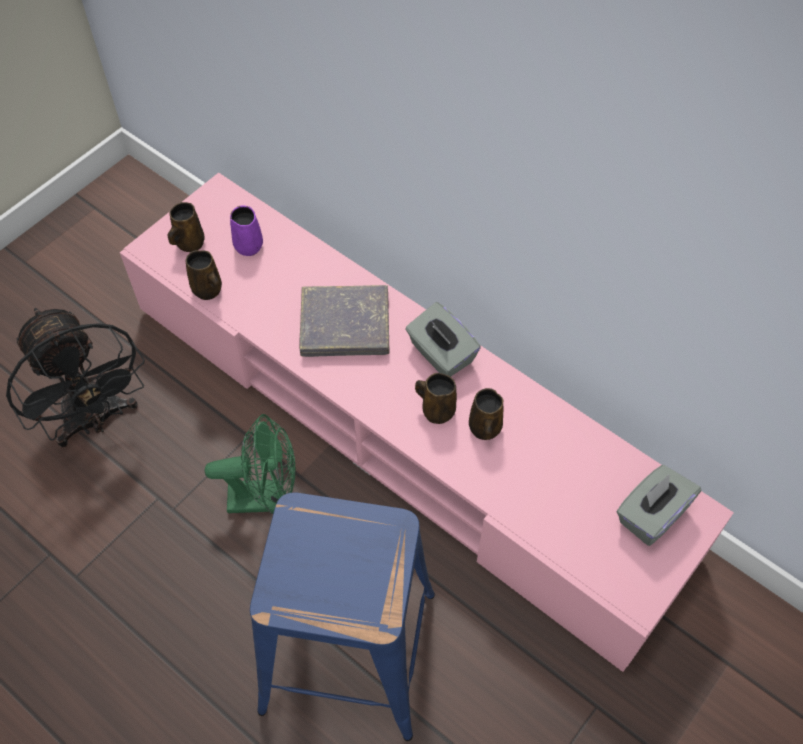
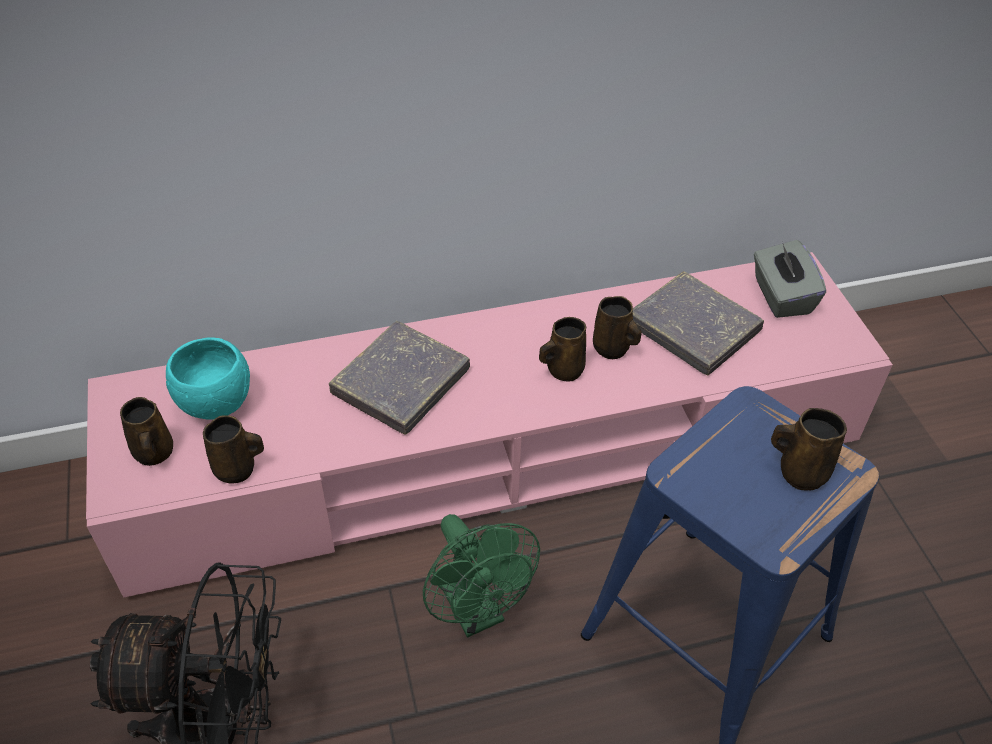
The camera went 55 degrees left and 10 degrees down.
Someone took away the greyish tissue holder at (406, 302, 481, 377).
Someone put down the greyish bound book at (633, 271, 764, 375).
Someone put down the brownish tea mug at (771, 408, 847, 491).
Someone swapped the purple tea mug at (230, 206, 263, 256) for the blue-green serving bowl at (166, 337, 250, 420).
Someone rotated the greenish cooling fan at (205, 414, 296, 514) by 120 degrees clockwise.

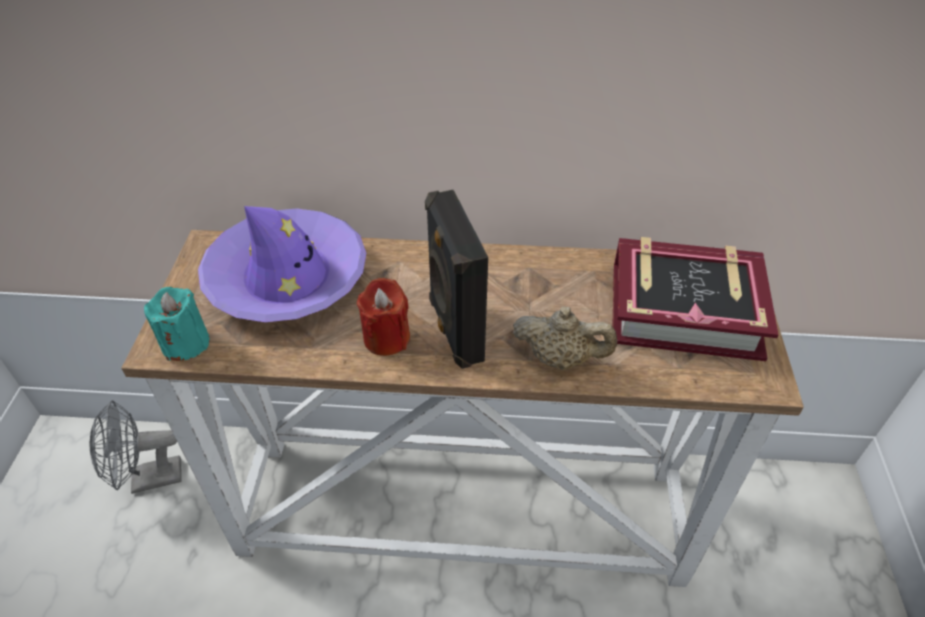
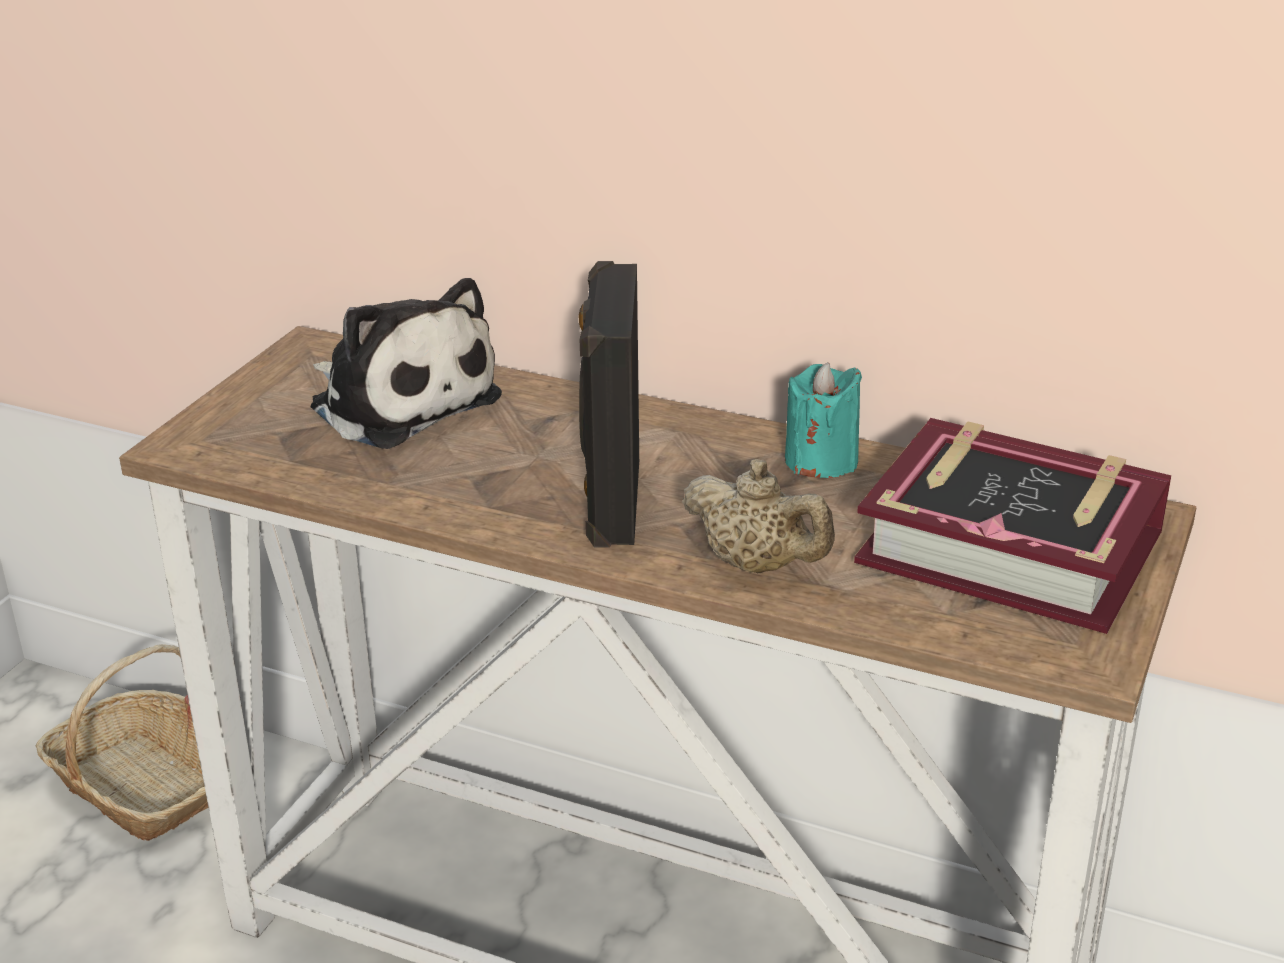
The camera went 20 degrees right and 15 degrees down.
Someone took away the red-coloured candle at (357, 278, 410, 356).
Someone carried the blue-green candle from (144, 287, 210, 361) to (785, 362, 862, 478).
Someone swapped the greyish cooling fan at (90, 401, 182, 494) for the basket at (36, 644, 208, 841).
Someone swapped the purple clothing hat at (198, 206, 366, 322) for the cuddly toy at (310, 278, 502, 449).

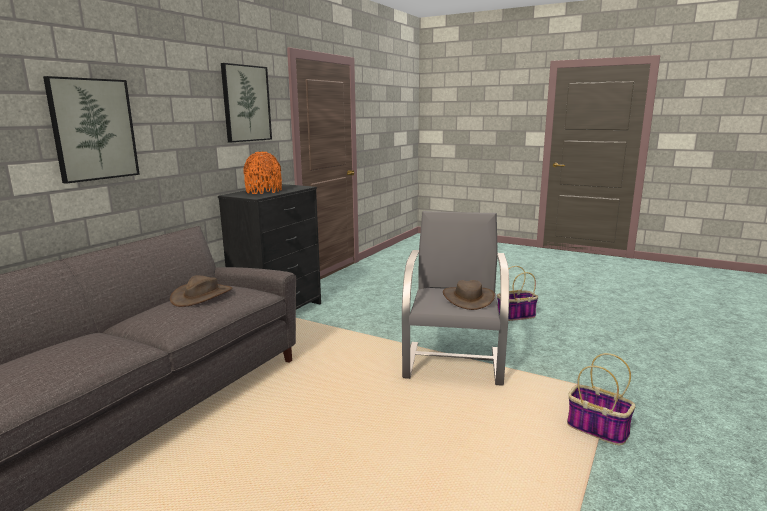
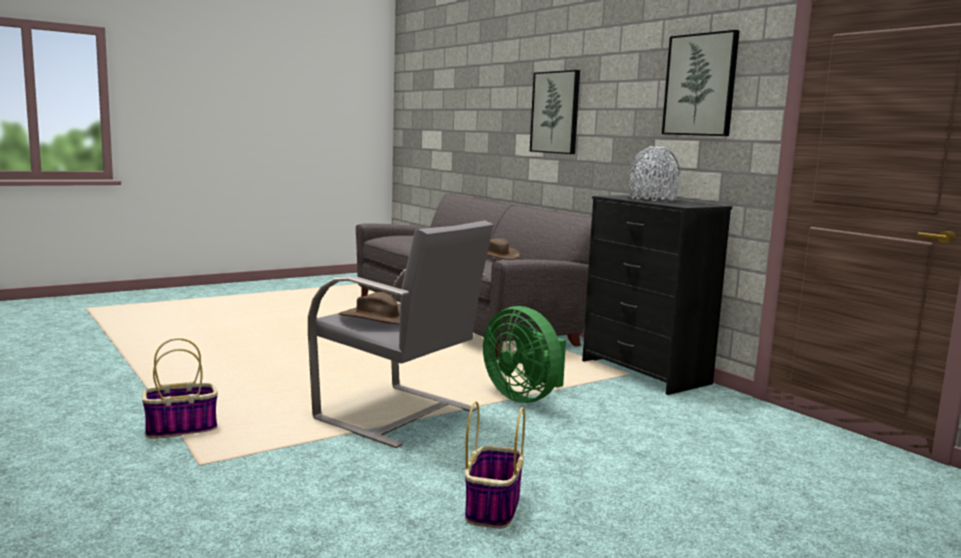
The camera went 115 degrees right and 5 degrees down.
Someone put down the greenish cooling fan at (483, 306, 566, 403).
Someone repainted the orangey vase at (243, 152, 282, 194), which became the greyish vase at (629, 147, 680, 201).

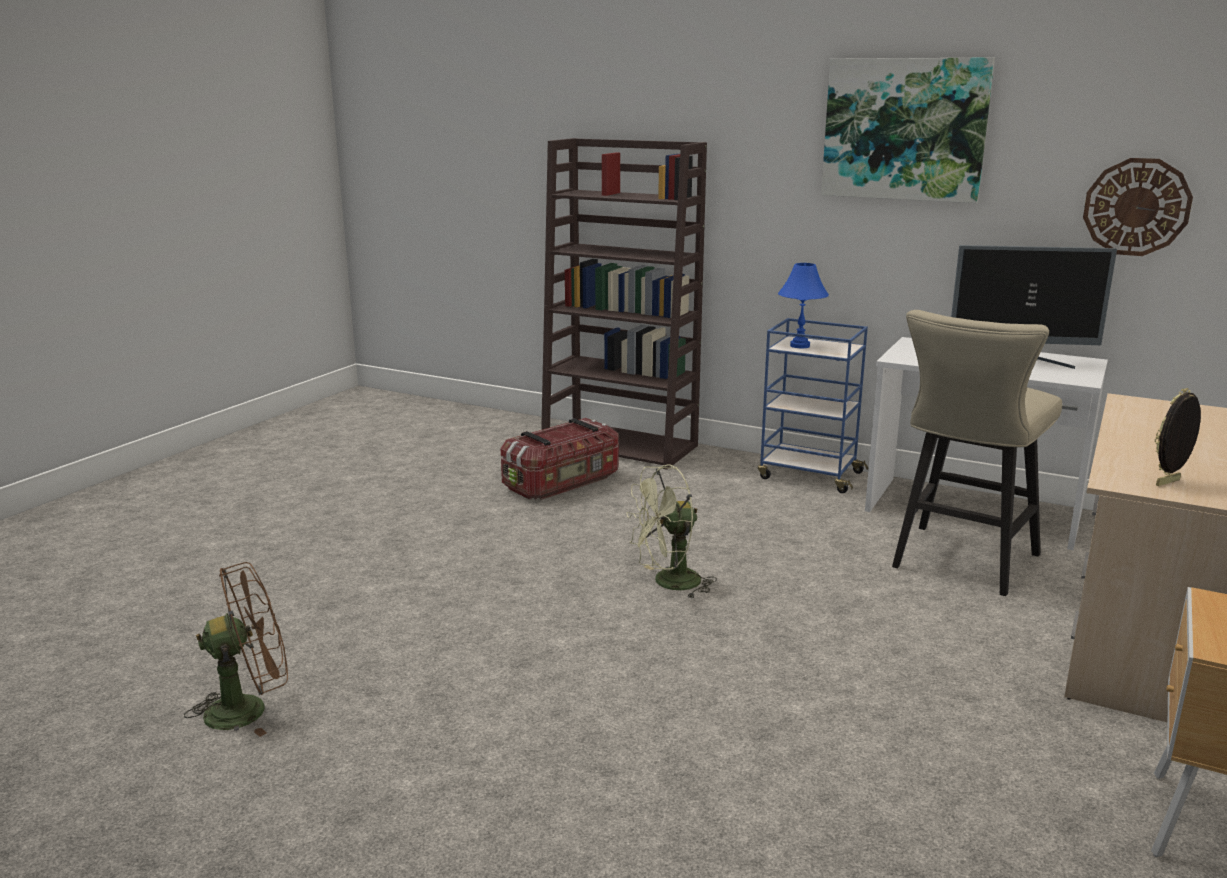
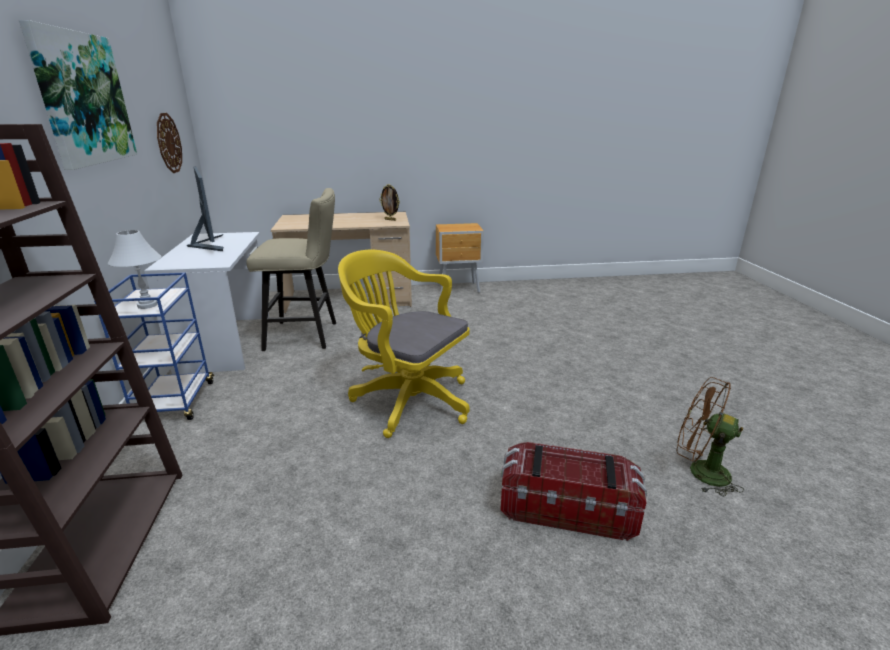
The camera went 125 degrees left and 5 degrees up.
Someone carried the storage container from (501, 418, 619, 500) to (501, 442, 647, 541).
Someone swapped the greenish cooling fan at (627, 465, 717, 599) for the yellowish office chair at (338, 250, 470, 438).
Someone repainted the blue-coloured tabletop lamp at (778, 263, 829, 348), which became the whitish tabletop lamp at (108, 230, 161, 309).

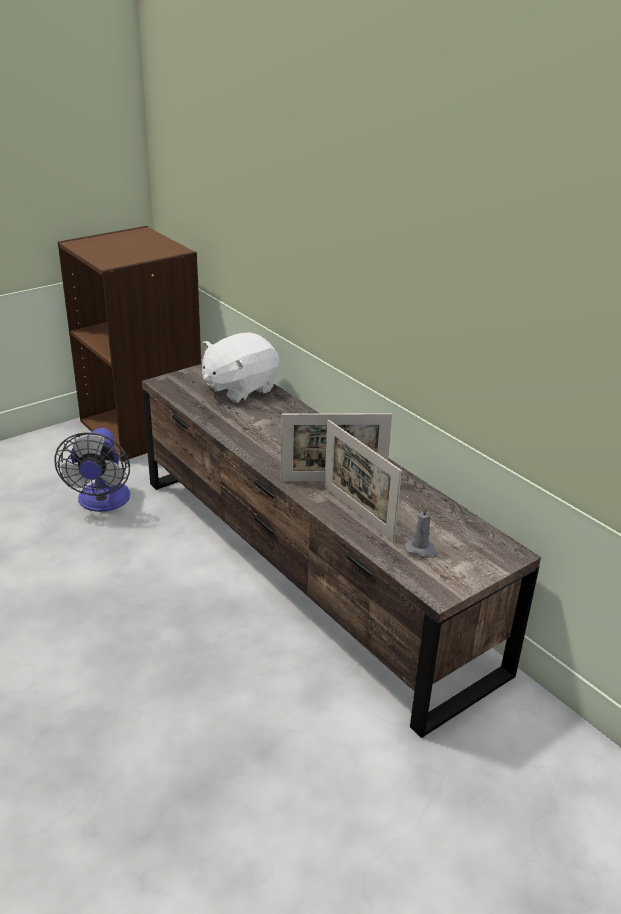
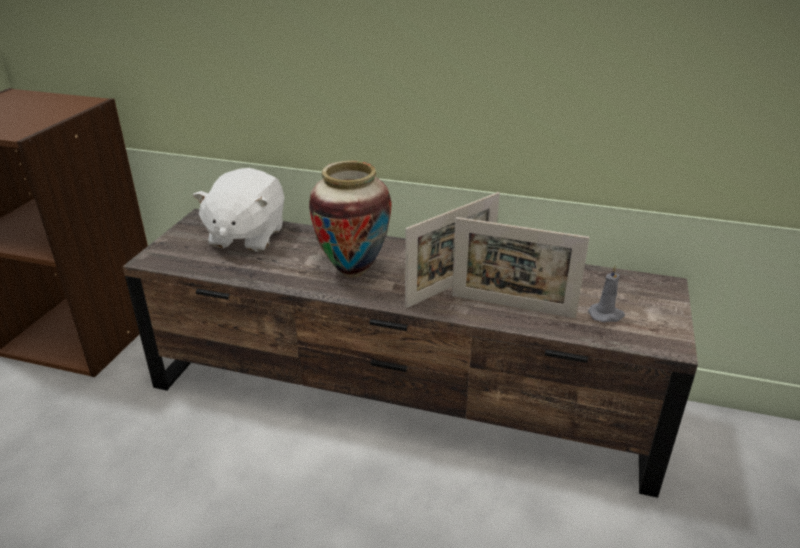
The camera went 35 degrees left and 0 degrees up.
Someone took away the cooling fan at (54, 428, 130, 512).
Someone put down the vase at (309, 161, 392, 278).

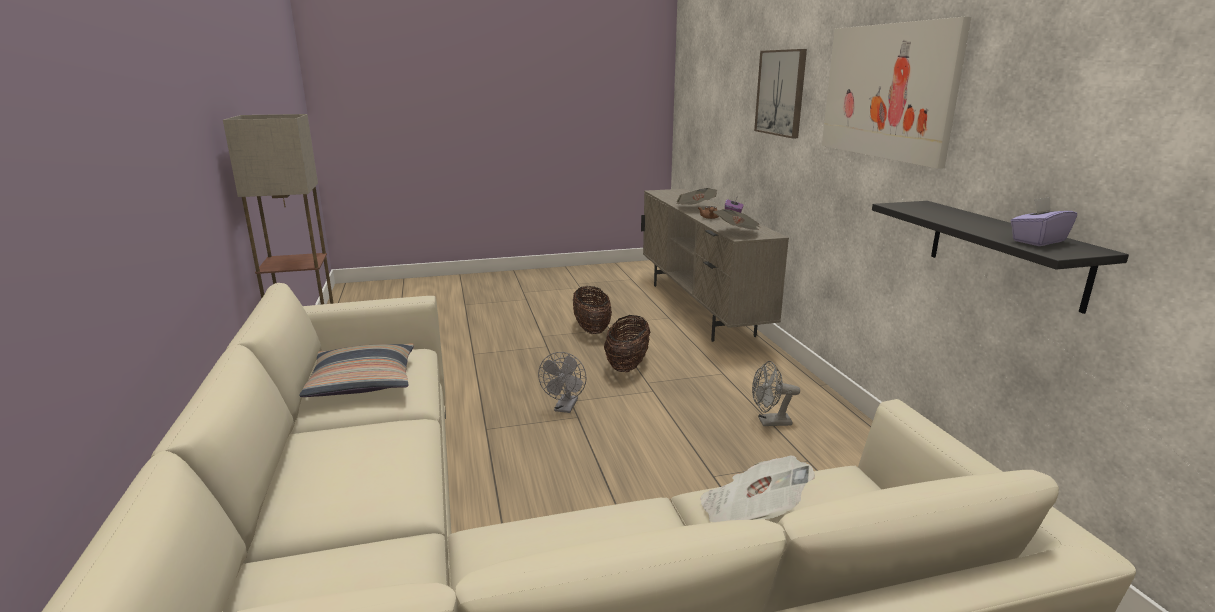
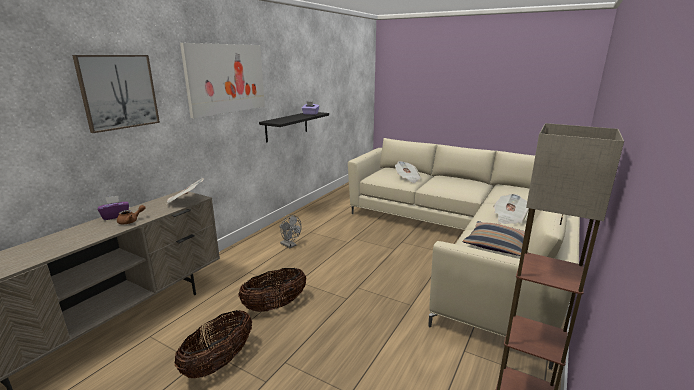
The camera went 135 degrees left and 0 degrees up.
Someone took away the greyish cooling fan at (538, 352, 586, 413).
Someone carried the daily paper from (677, 188, 717, 205) to (493, 194, 529, 224).

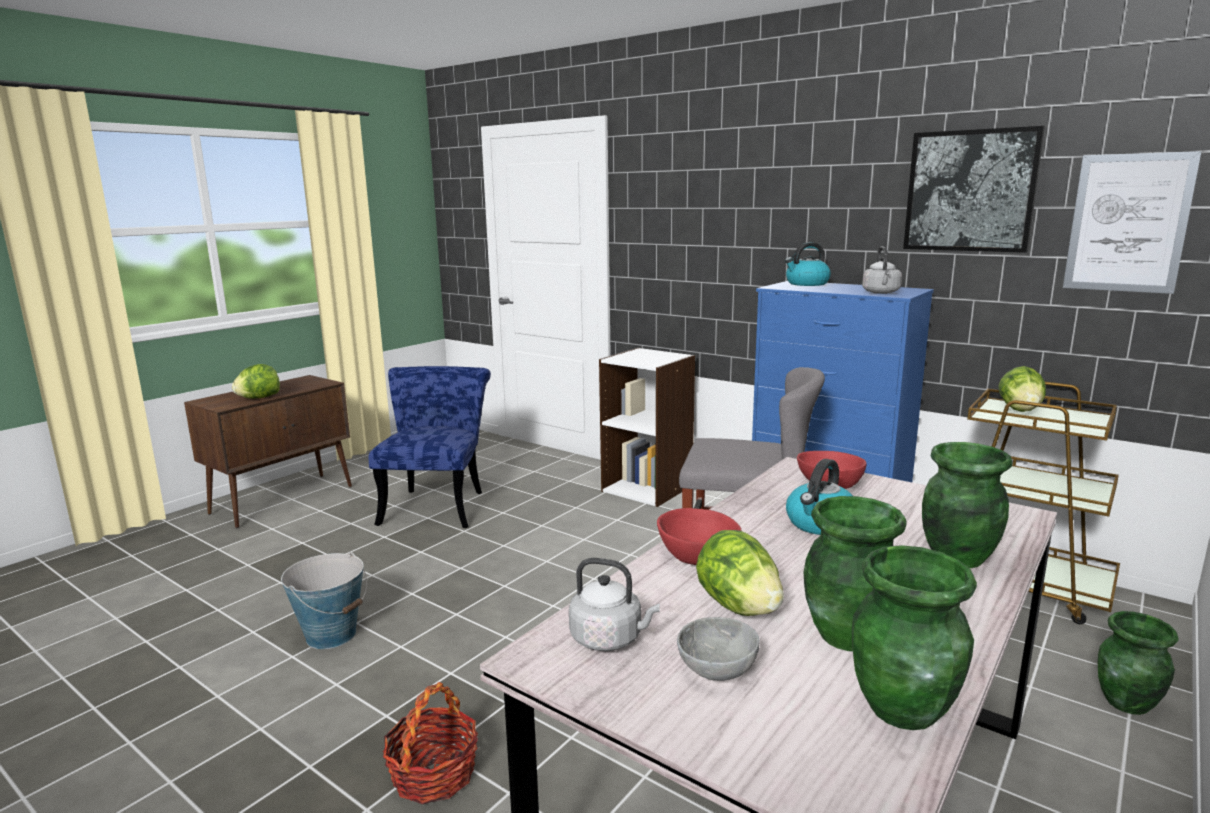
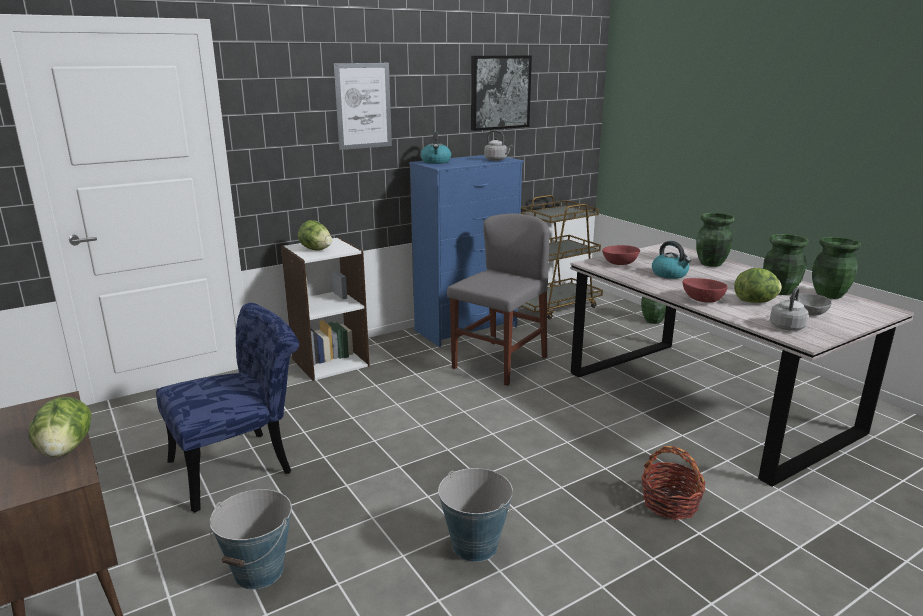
The camera went 70 degrees left and 5 degrees up.
Someone put down the pail at (210, 489, 292, 589).
Someone carried the lettuce head from (998, 366, 1046, 412) to (298, 220, 332, 250).
Someone carried the wall picture from (1063, 151, 1202, 294) to (334, 63, 392, 150).
Someone rotated the blue-coloured plain chair at (369, 366, 491, 528) by 120 degrees clockwise.

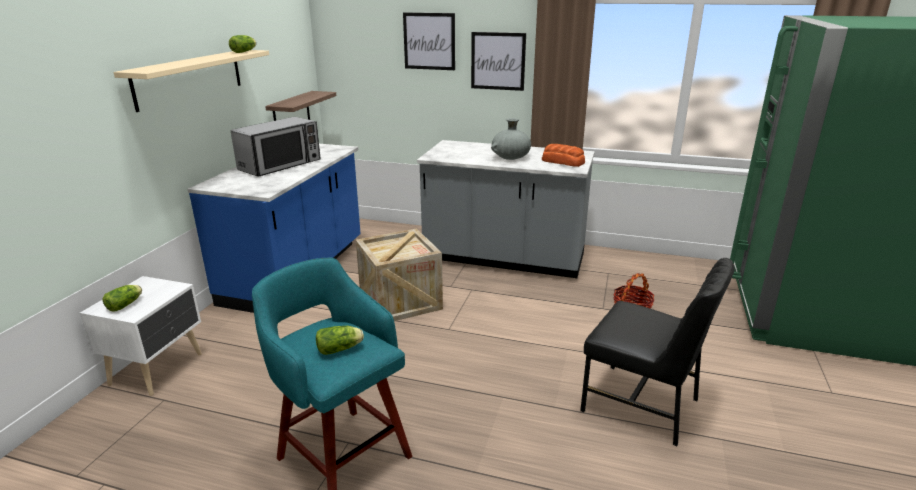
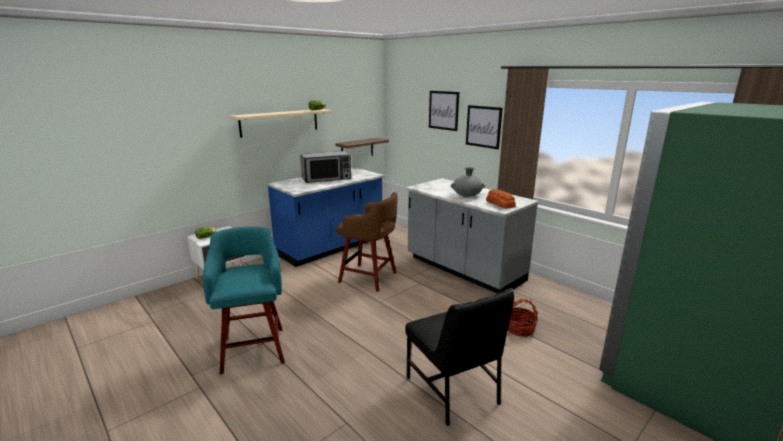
The camera went 30 degrees right and 5 degrees down.
Someone took away the lettuce head at (316, 326, 364, 355).
Someone swapped the crate at (356, 228, 443, 321) for the brownish sitting stool at (336, 192, 398, 292).

